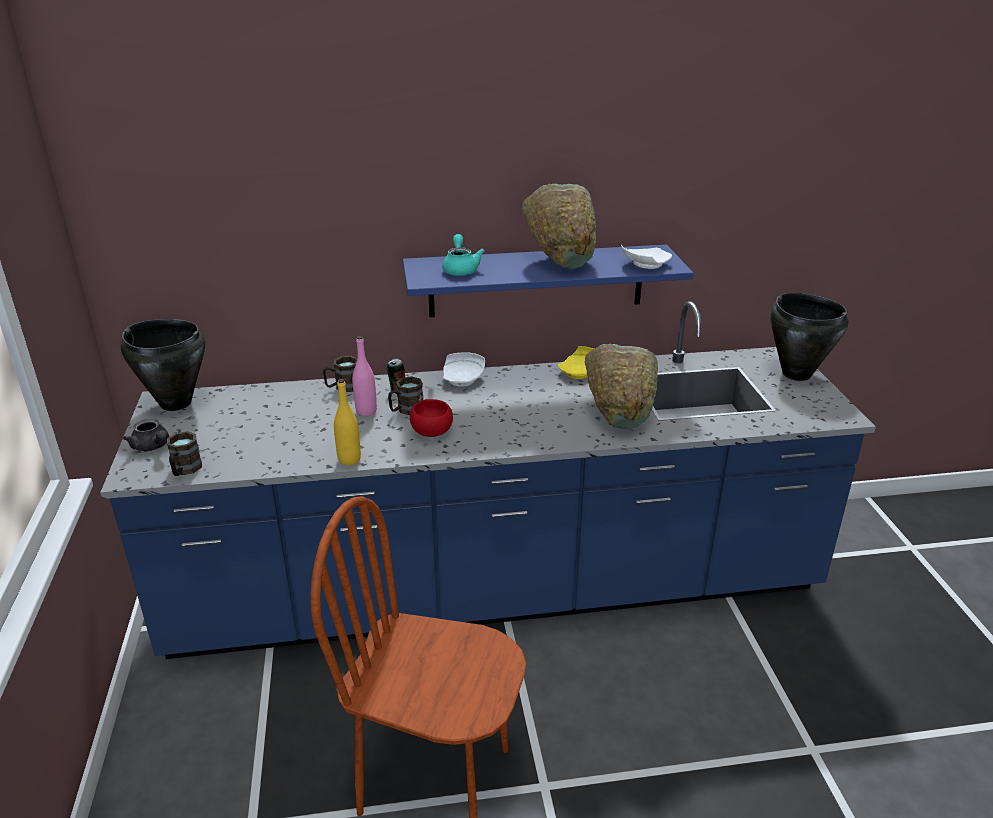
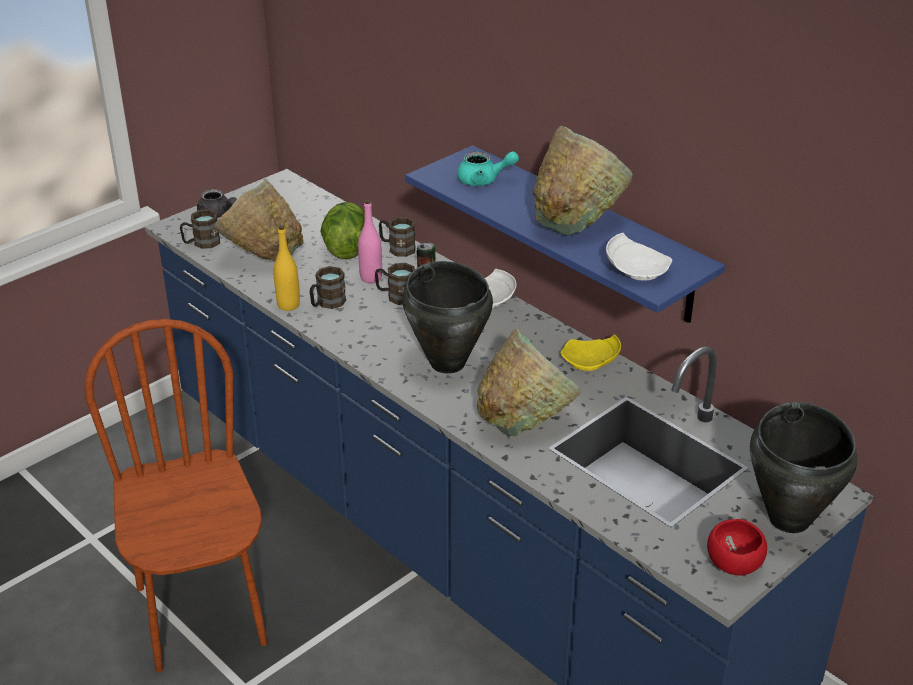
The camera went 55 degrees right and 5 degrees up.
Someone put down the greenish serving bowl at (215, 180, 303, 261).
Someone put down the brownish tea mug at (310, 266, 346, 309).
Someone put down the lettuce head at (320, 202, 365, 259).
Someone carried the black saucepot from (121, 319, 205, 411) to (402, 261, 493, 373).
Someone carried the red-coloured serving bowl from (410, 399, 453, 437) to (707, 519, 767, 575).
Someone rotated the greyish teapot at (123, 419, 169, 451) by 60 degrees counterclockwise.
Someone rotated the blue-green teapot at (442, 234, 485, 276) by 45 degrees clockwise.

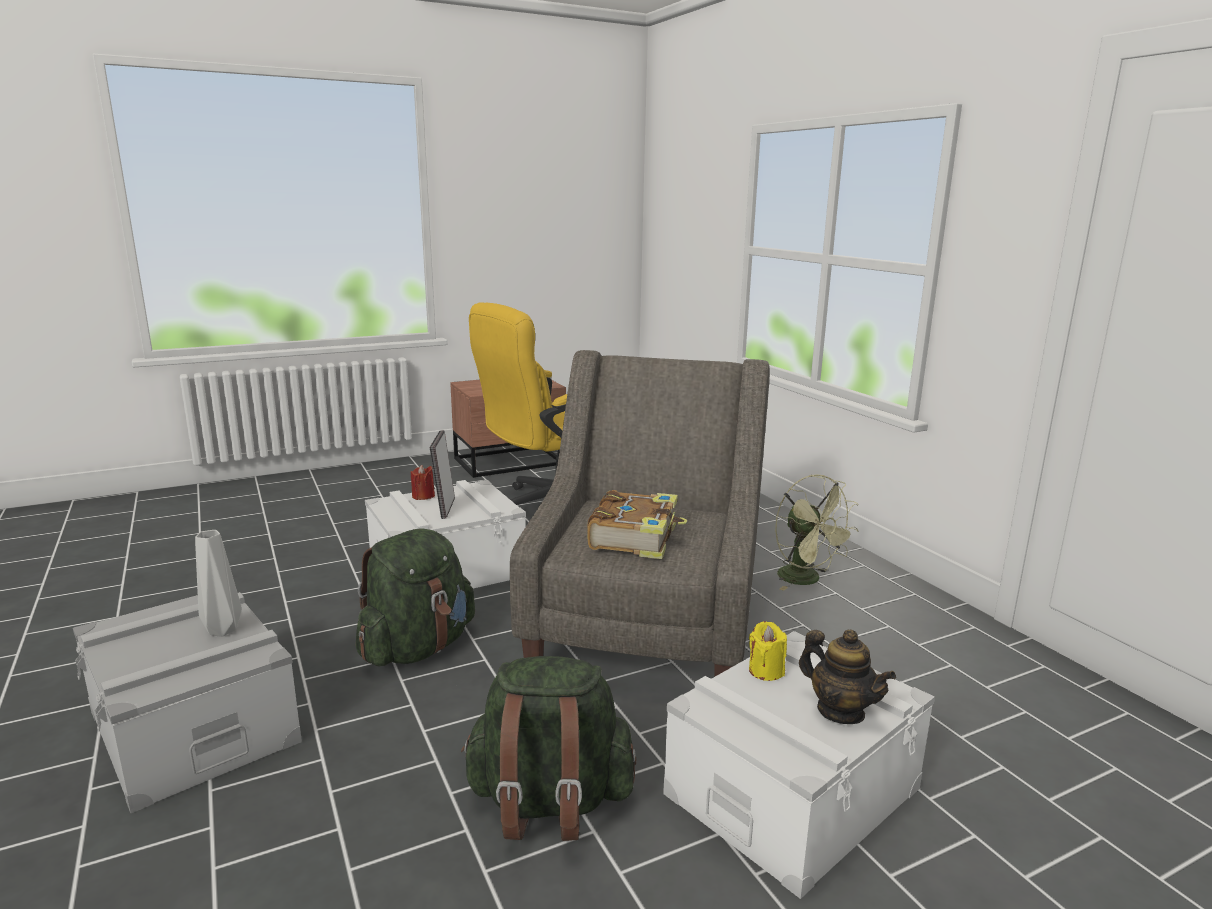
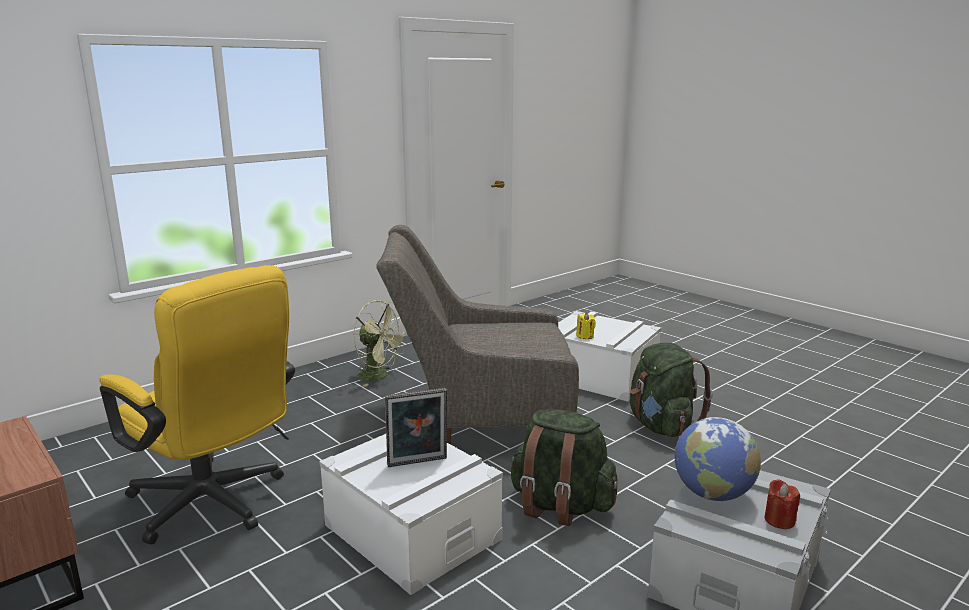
The camera went 105 degrees left and 0 degrees up.
Someone took away the bound book at (587, 490, 687, 559).
Someone took away the teapot at (799, 629, 896, 724).
Someone carried the red-coloured candle from (411, 465, 435, 500) to (764, 479, 800, 529).
Someone swapped the greyish vase at (195, 530, 242, 637) for the globe at (675, 417, 761, 501).
Someone rotated the greenish cooling fan at (775, 474, 859, 591) by 75 degrees clockwise.

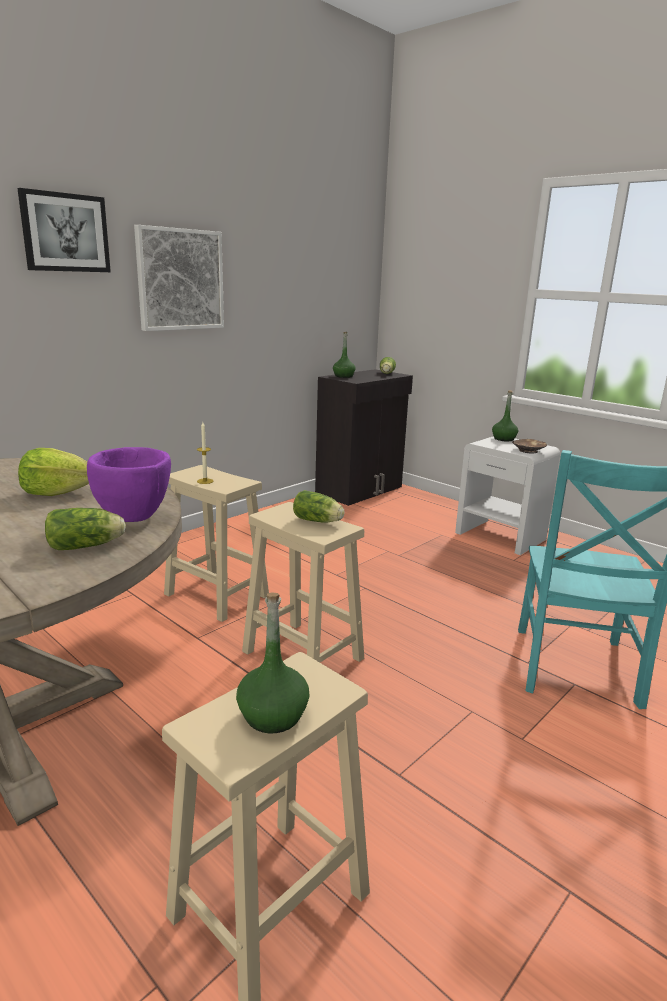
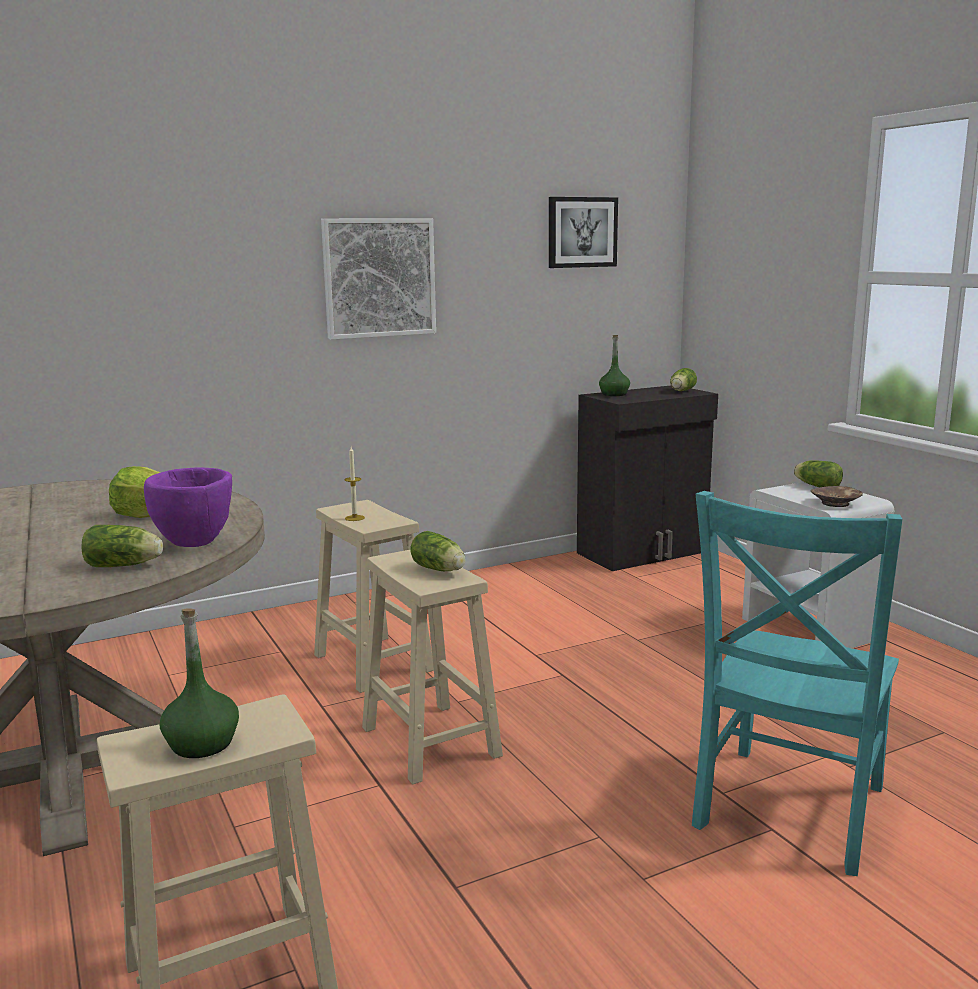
The camera went 20 degrees right and 5 degrees down.
Someone carried the wall picture from (17, 188, 111, 272) to (549, 197, 618, 268).
Someone swapped the greenish bottle at (492, 390, 518, 441) for the lettuce head at (794, 460, 843, 487).

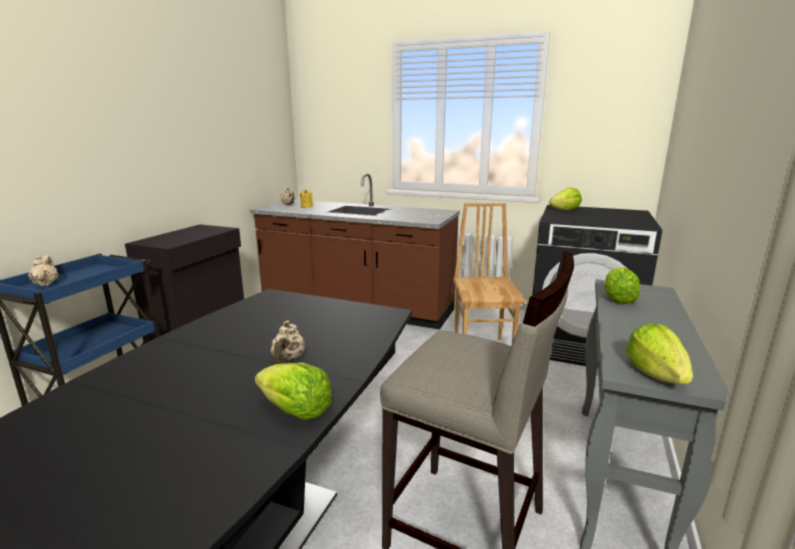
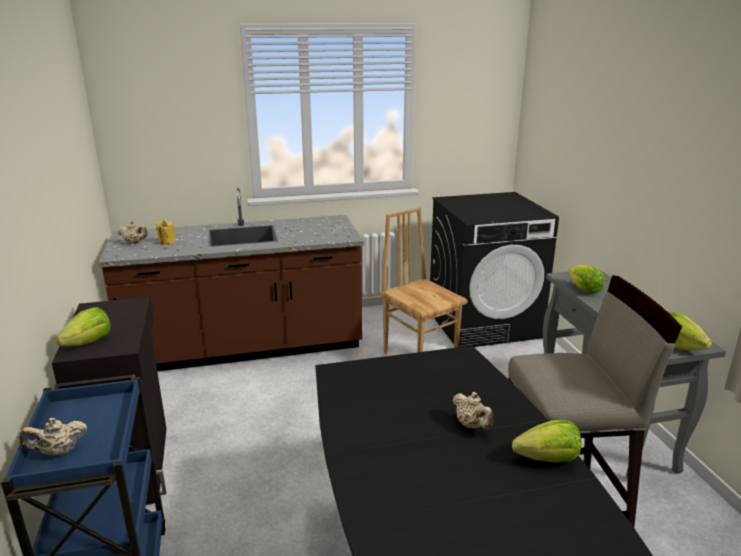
The camera went 35 degrees left and 5 degrees up.
Someone carried the lettuce head from (549, 188, 582, 210) to (56, 307, 111, 347).
Someone rotated the beige teapot at (28, 255, 59, 286) by 60 degrees counterclockwise.

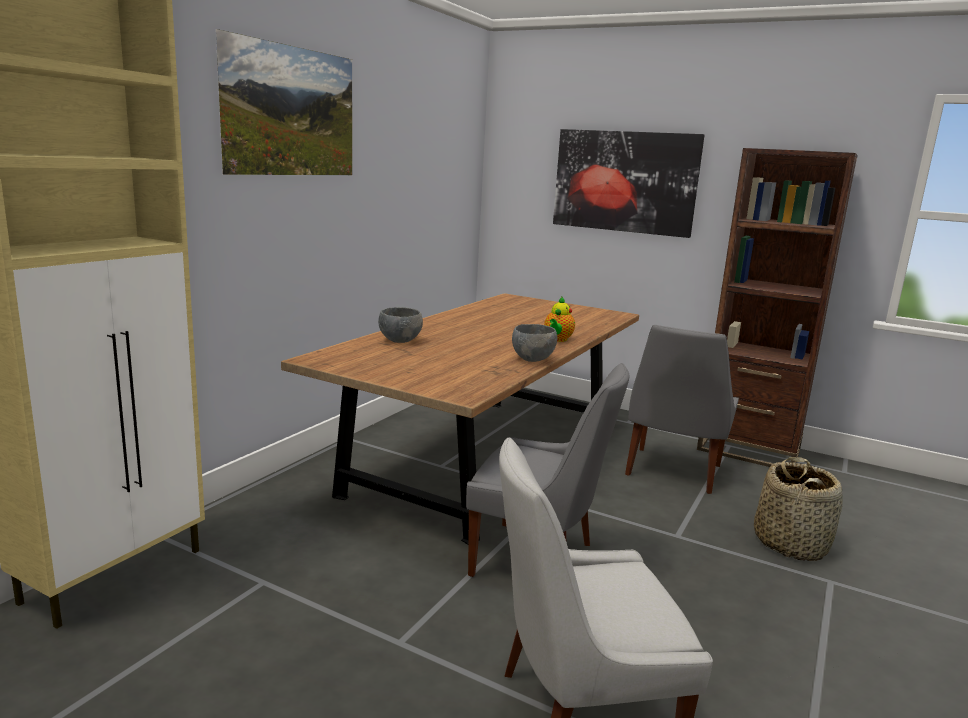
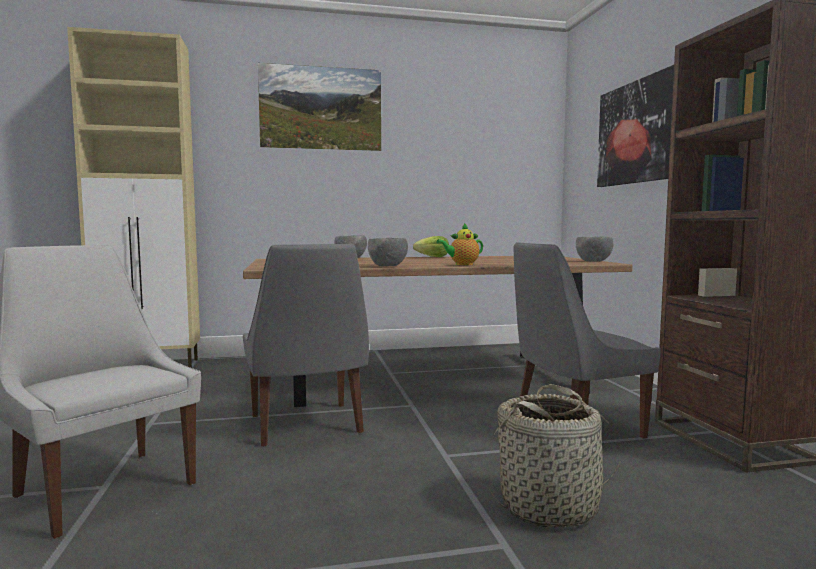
The camera went 50 degrees right and 10 degrees down.
Someone put down the lettuce head at (413, 236, 449, 257).
Someone put down the greyish serving bowl at (576, 237, 613, 262).

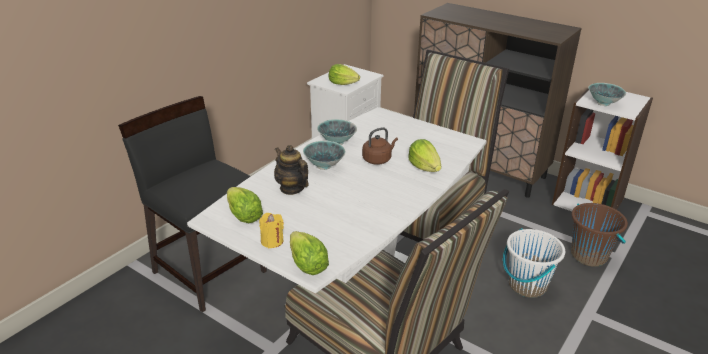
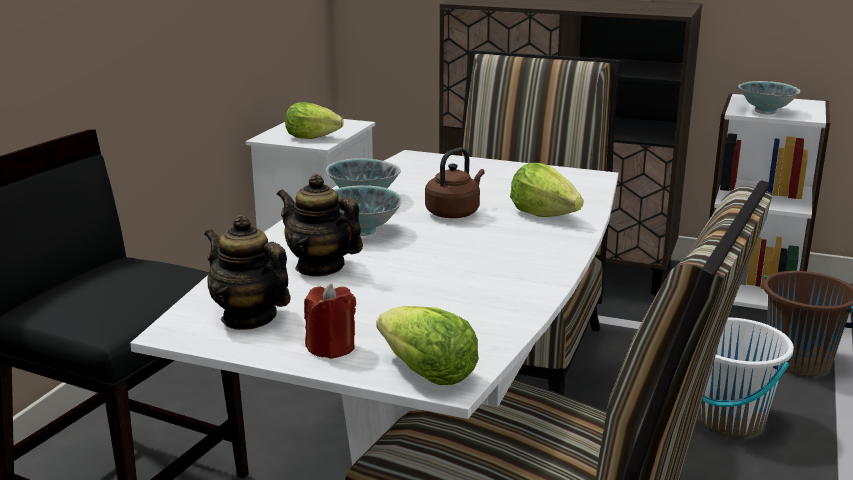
The camera went 15 degrees left and 10 degrees down.
Someone swapped the lettuce head at (227, 187, 263, 223) for the teapot at (204, 215, 290, 330).
Someone repainted the yellowish candle at (259, 213, 284, 248), which became the red-coloured candle at (304, 284, 356, 359).

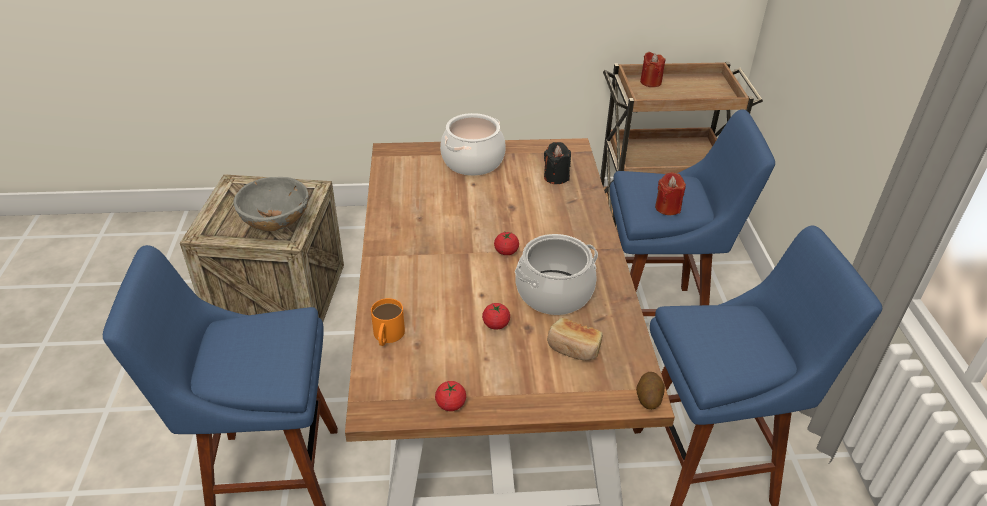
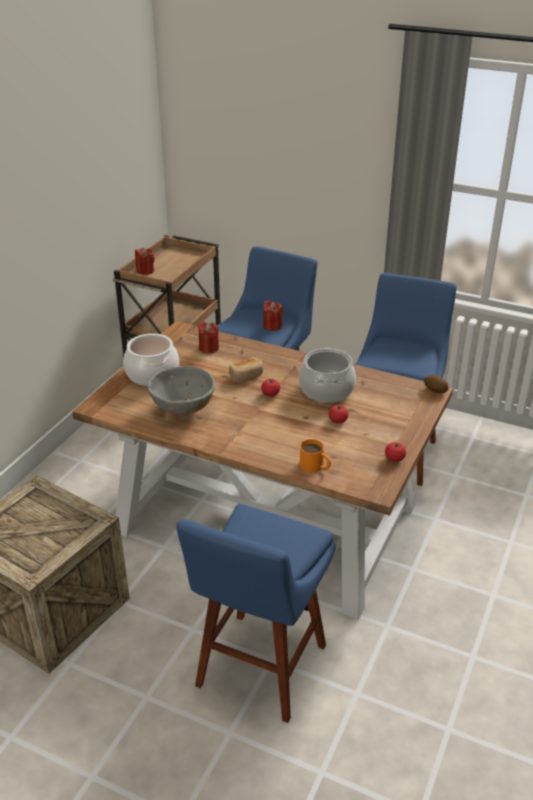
The camera went 60 degrees left and 5 degrees down.
Someone carried the greyish serving bowl from (234, 177, 309, 231) to (148, 366, 215, 415).
Someone carried the baked bread from (547, 318, 602, 360) to (229, 357, 263, 383).
Someone repainted the black candle at (544, 142, 571, 184), which became the red-coloured candle at (198, 321, 219, 354).

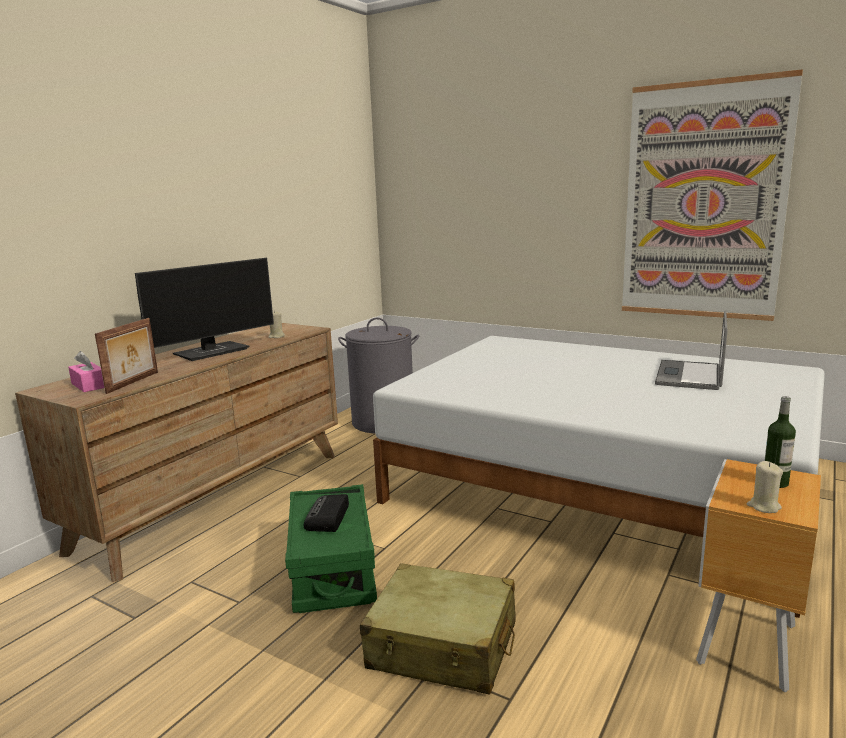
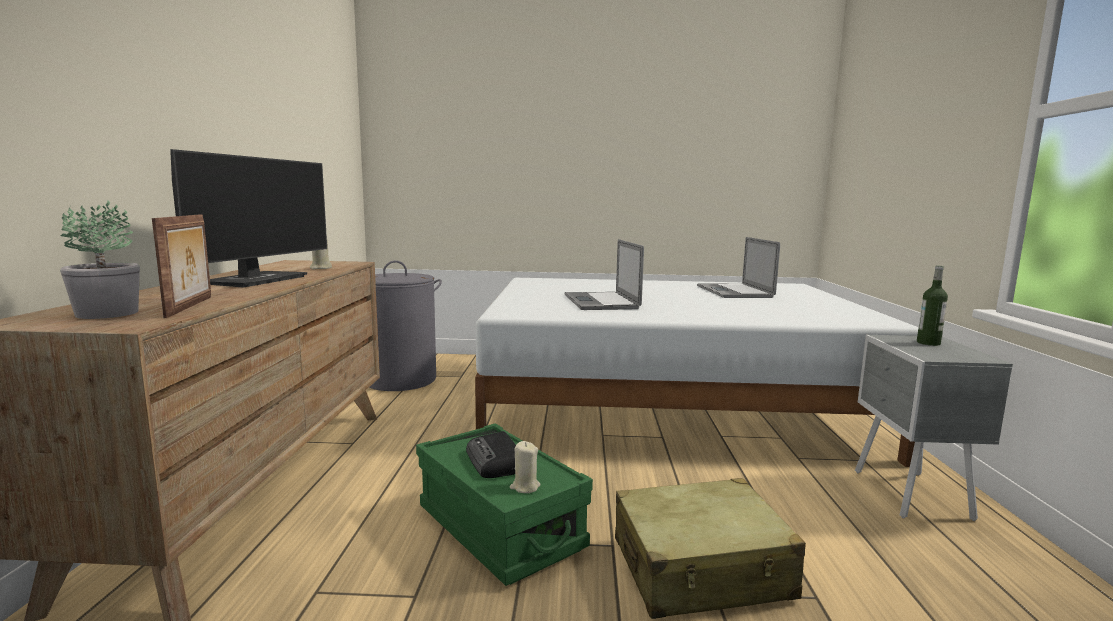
The camera went 30 degrees left and 5 degrees down.
Someone took away the wall picture at (622, 69, 803, 321).
Someone put down the laptop at (565, 239, 644, 310).
Someone carried the beige candle from (747, 461, 783, 513) to (510, 441, 540, 493).
Someone swapped the pink-coloured tissue holder at (68, 351, 104, 392) for the potted plant at (60, 200, 140, 319).
Someone repainted the brownish nightstand at (696, 459, 821, 692), which became the greyish nightstand at (855, 335, 1013, 521).

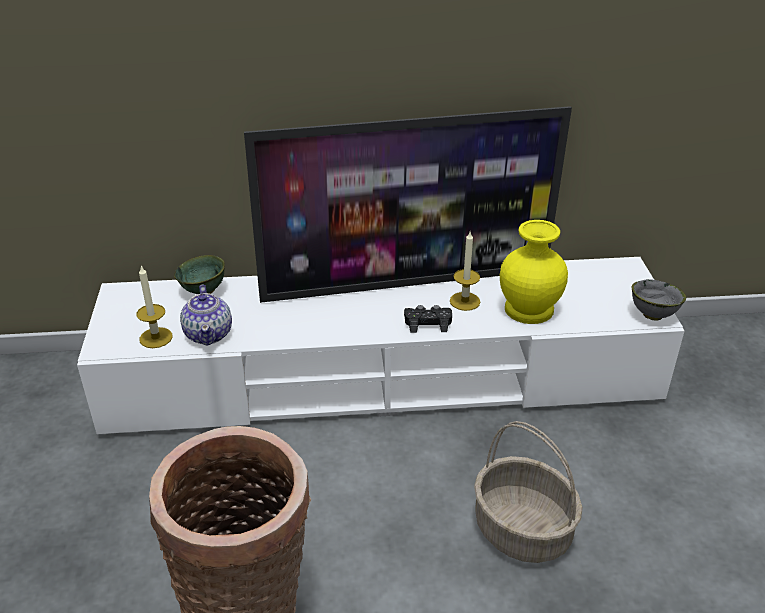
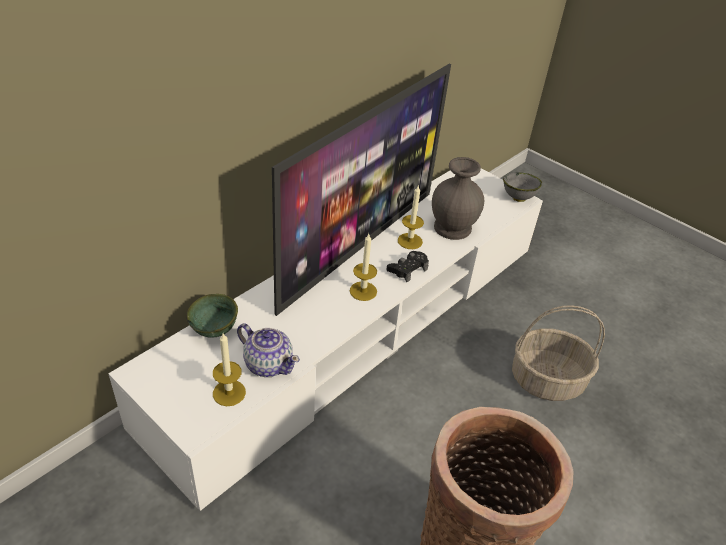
The camera went 45 degrees left and 5 degrees up.
Someone put down the candle at (350, 234, 377, 301).
Someone repainted the yellowish vase at (500, 220, 568, 324), which became the greyish vase at (432, 157, 484, 240).

